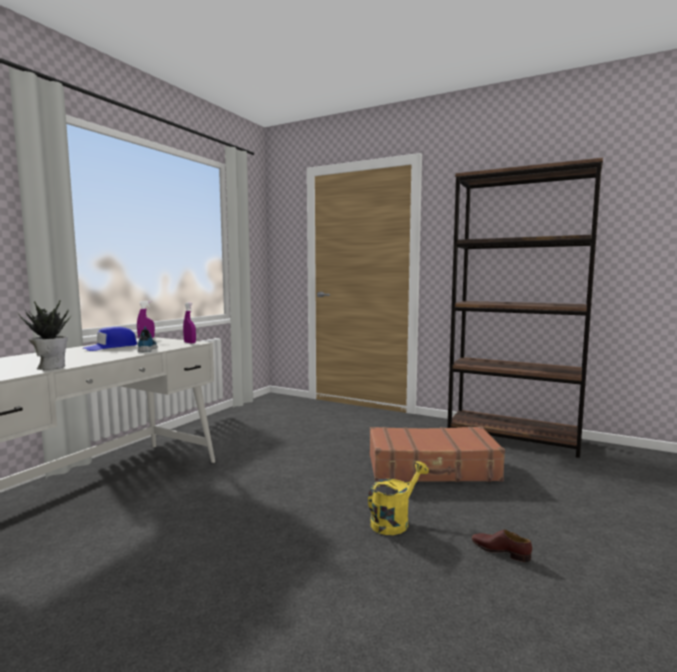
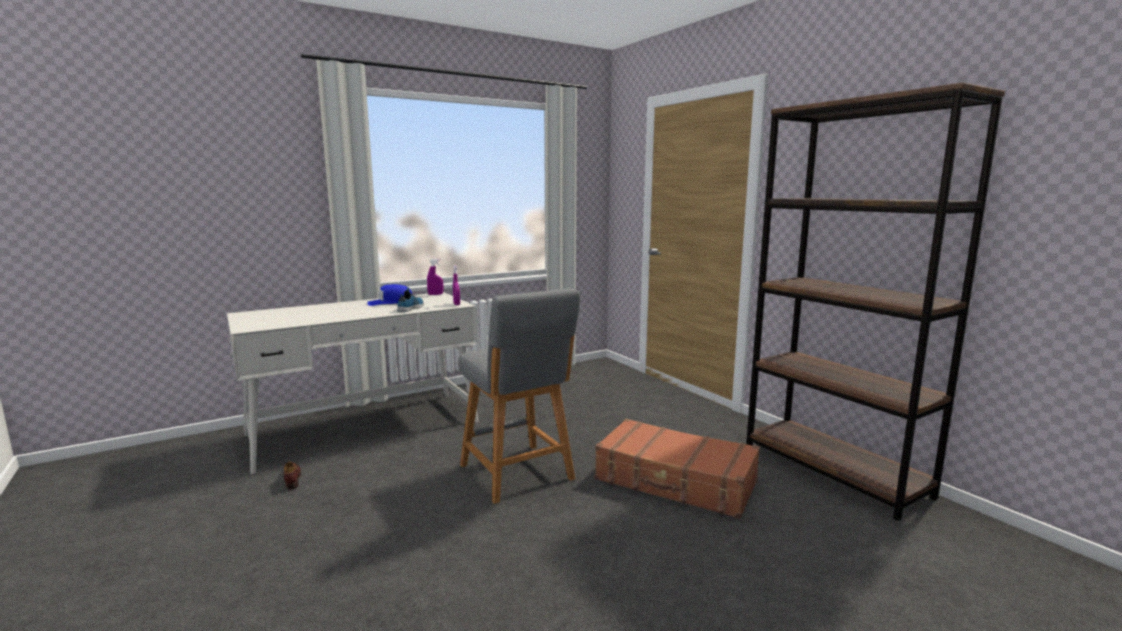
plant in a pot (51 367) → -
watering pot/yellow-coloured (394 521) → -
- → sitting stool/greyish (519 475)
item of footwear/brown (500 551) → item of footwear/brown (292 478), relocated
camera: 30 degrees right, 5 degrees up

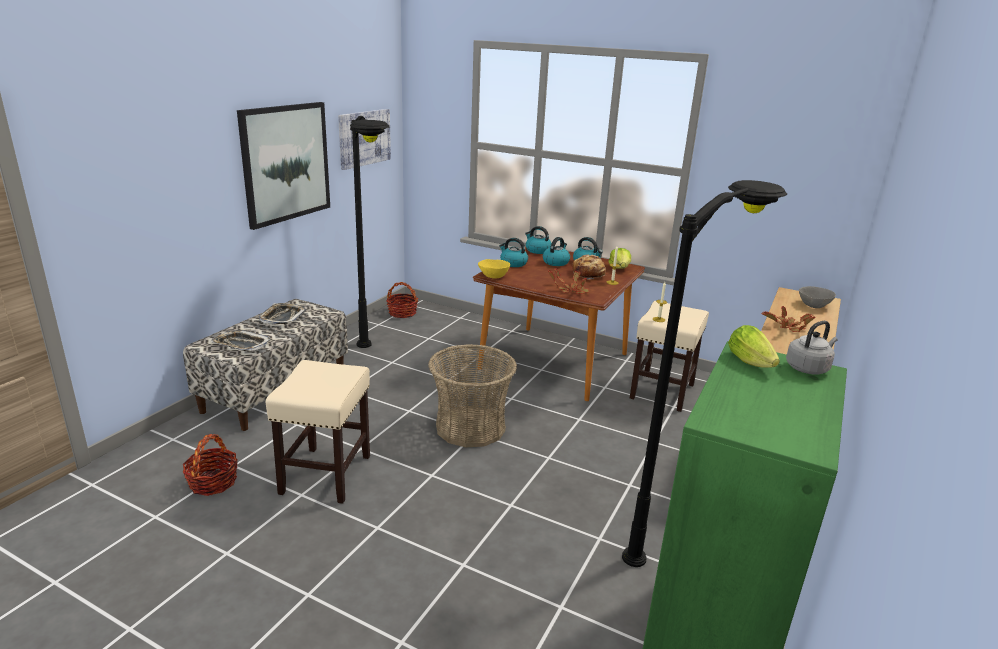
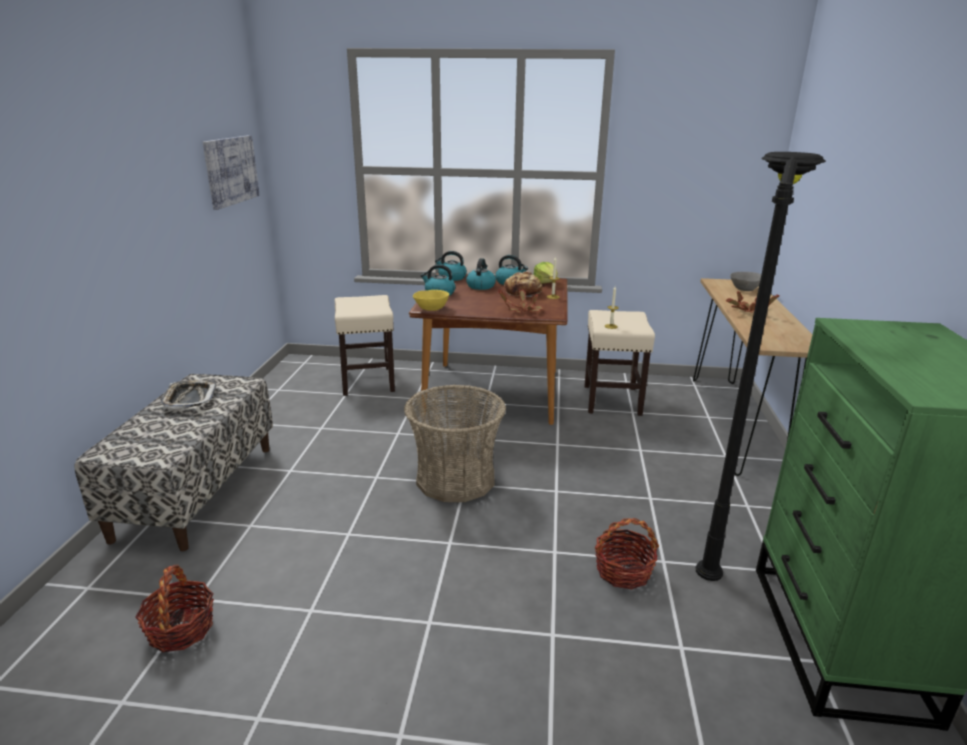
carrying tray (241 345) → -
wall picture (286 163) → -
standing lamp/black-coloured (373 366) → -
head of lettuce (752 363) → -
water kettle/greyish (808 368) → -
sitting stool/beige-coloured (326 473) → sitting stool/beige-coloured (367 380), relocated
storage basket (402 313) → storage basket (623 571), relocated
camera: 20 degrees left, 0 degrees up

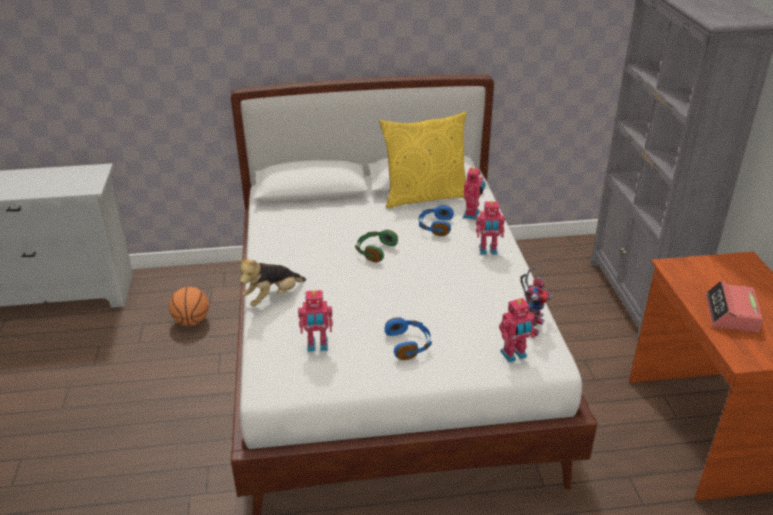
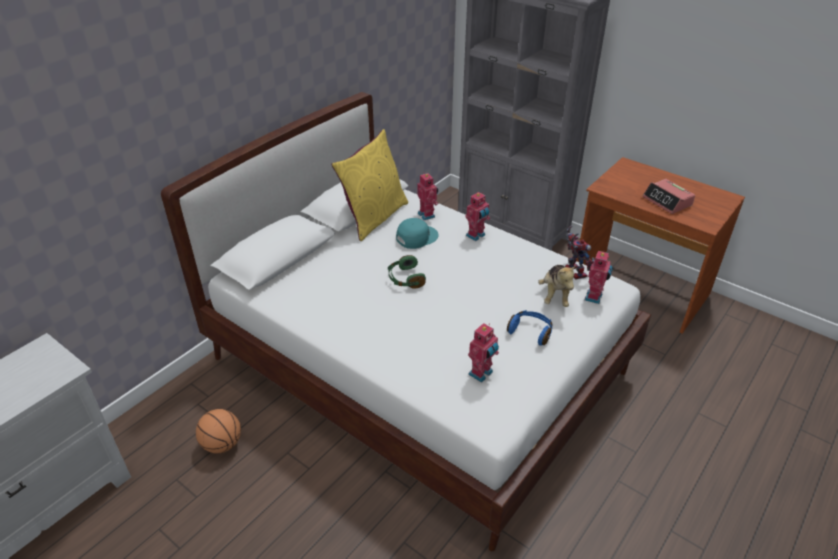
cuddly toy (273 297) → cuddly toy (555 295), relocated
pair of headphones/bluish (435 226) → peaked cap/turquoise (416 237)
camera: 45 degrees left, 5 degrees up

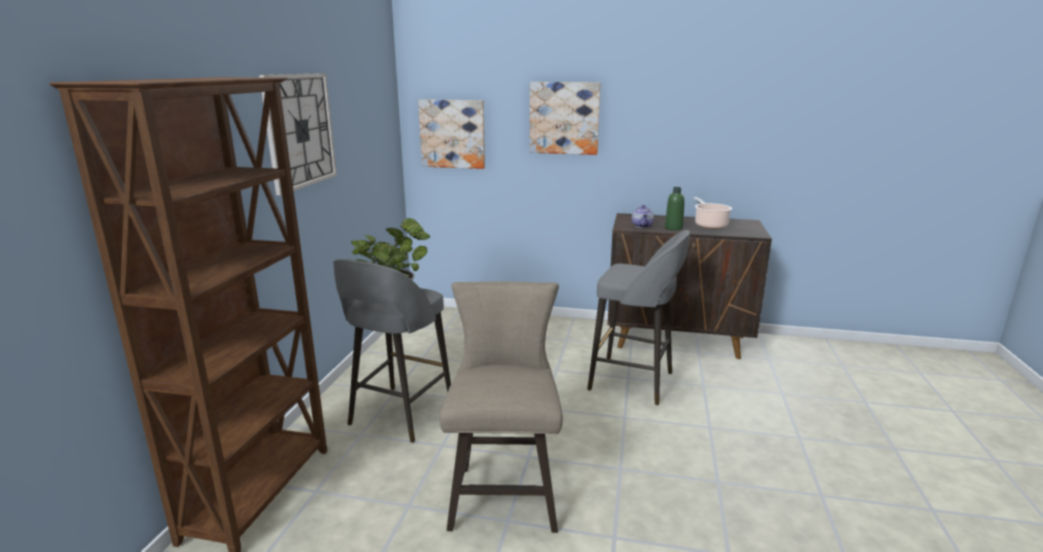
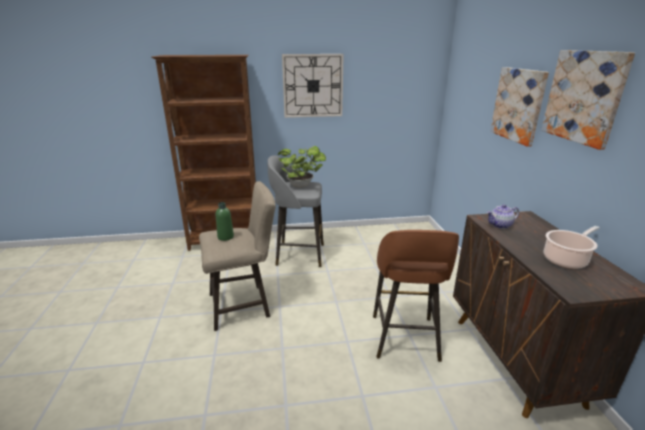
wall picture (452 134) → wall picture (584 97), relocated
bottle/greenish (673 228) → bottle/greenish (225 237), relocated
sitting stool/greyish (634 382) → sitting stool/brown (405 339)
camera: 70 degrees right, 5 degrees up

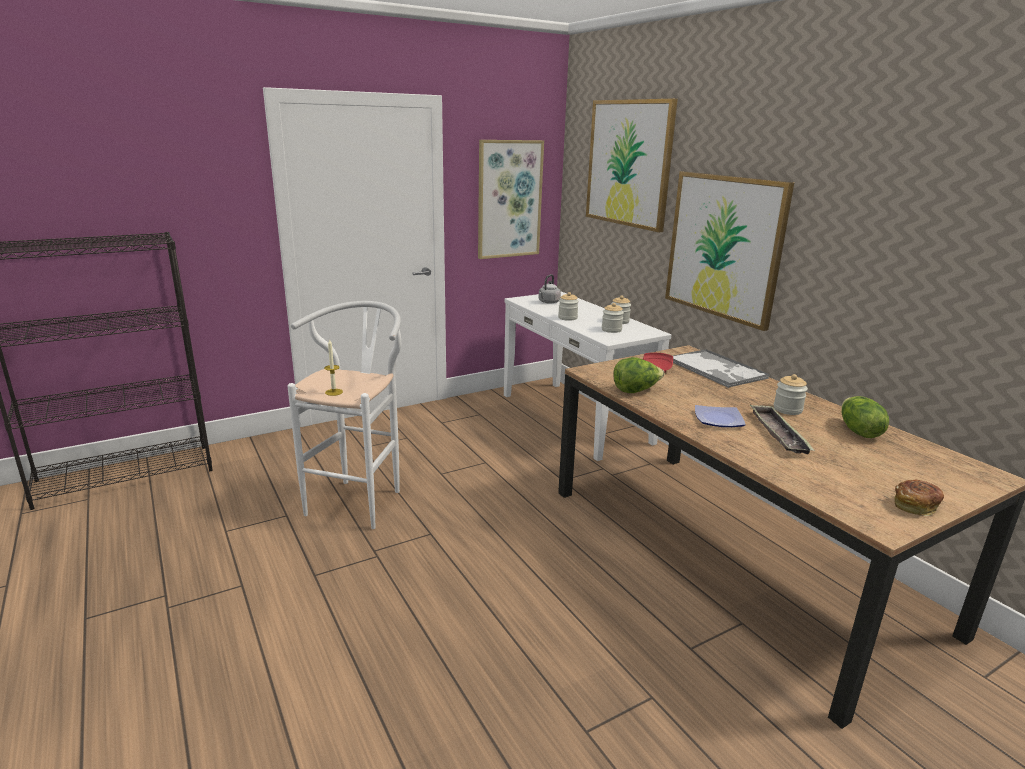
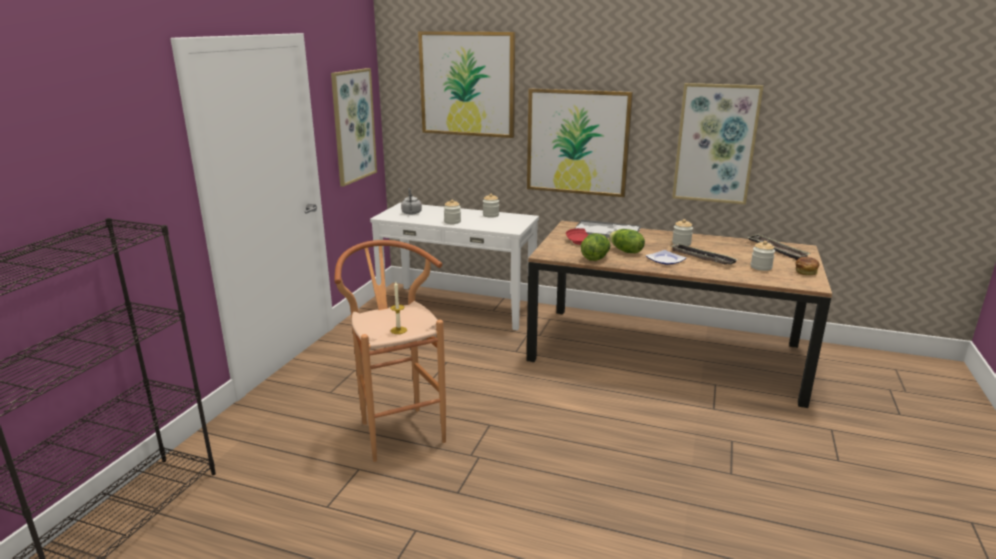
- → wall picture (715 144)
- → carrying tray (776 250)
storage jar (611 330) → storage jar (761 267), relocated
head of lettuce (858 431) → head of lettuce (625 251), relocated
sitting stool/white (360 499) → sitting stool/brown (398 428)
camera: 40 degrees left, 0 degrees up

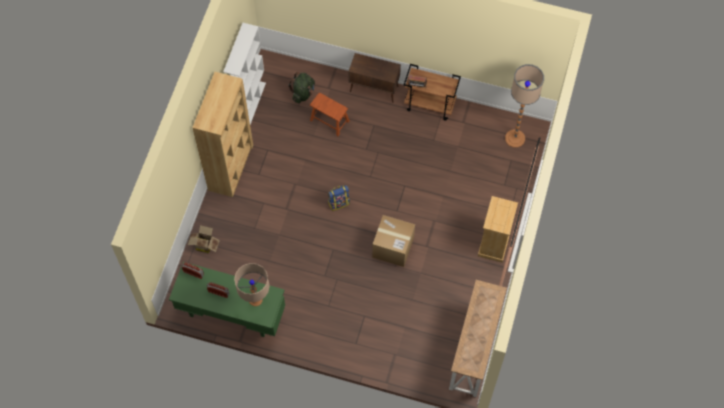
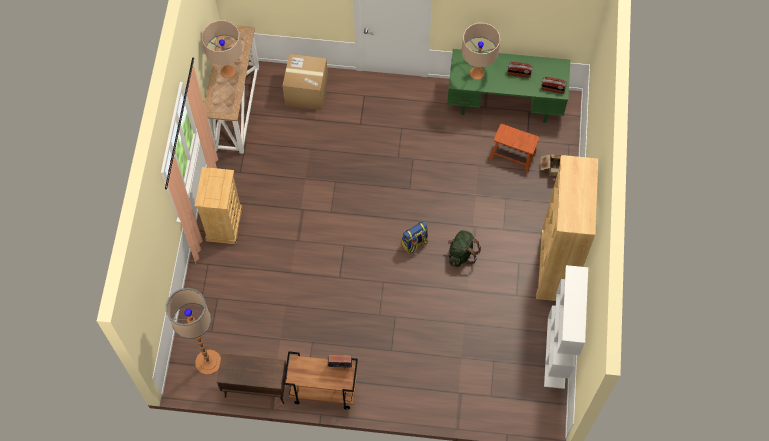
- → lamp for a table/beige-coloured (228 71)
backpack/greenish (303 93) → backpack/greenish (461 254), relocated
sitting stool/brown (329 120) → sitting stool/brown (513 155), relocated
storage cabinet/brown (374 89) → storage cabinet/brown (255 388), relocated
packing box (393 247) → packing box (306 91), relocated
camera: 170 degrees right, 0 degrees up

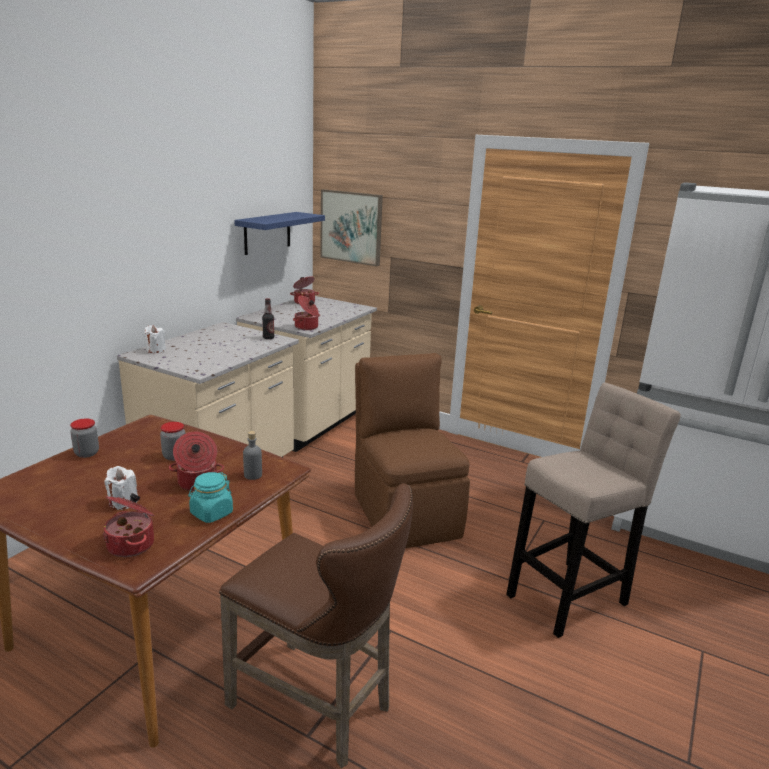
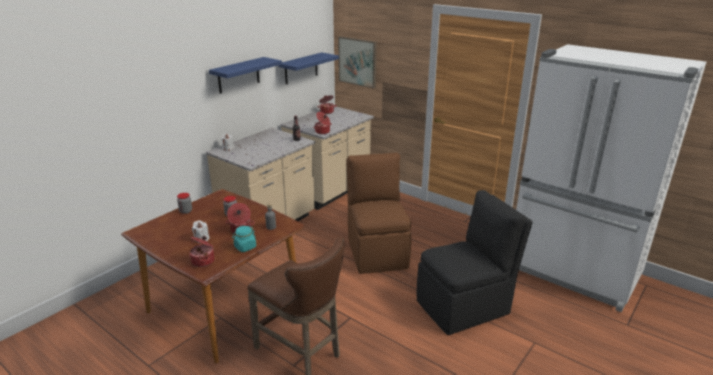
- → shelf/bluish (238 75)
sitting stool/beige-coloured (571 596) → upright chair/black-coloured (465 306)
camera: 10 degrees right, 5 degrees up

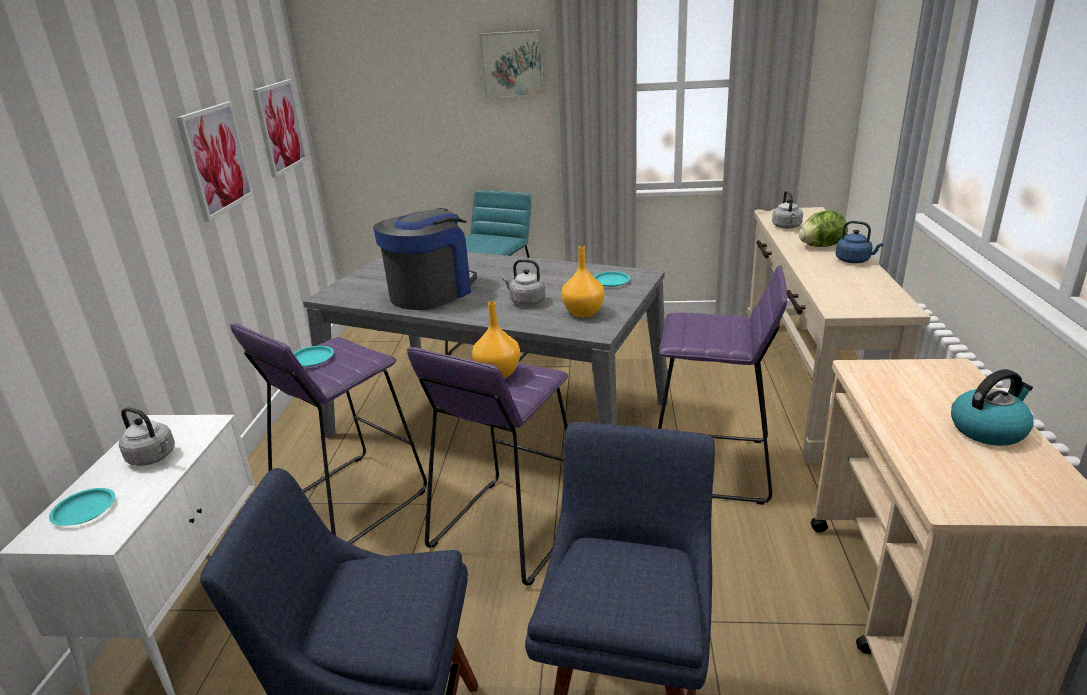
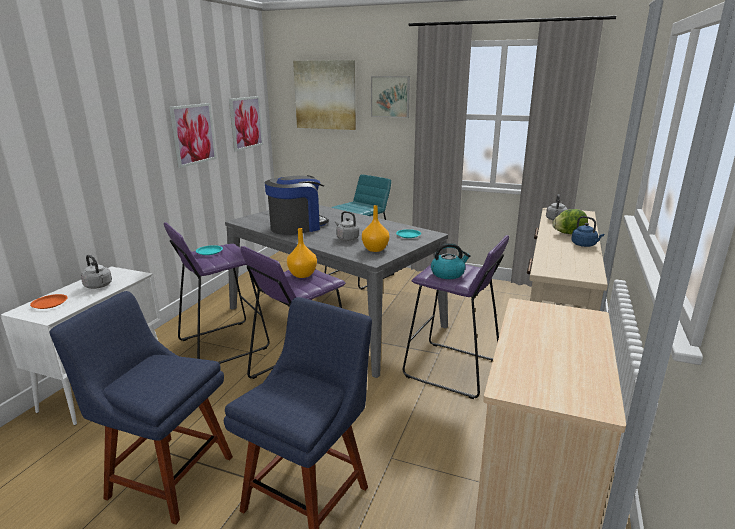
- → wall picture (325 95)
water kettle (988 429) → water kettle (448 274), relocated
plate/turquoise (84 511) → plate/orange-coloured (49 303)
camera: 15 degrees right, 5 degrees down

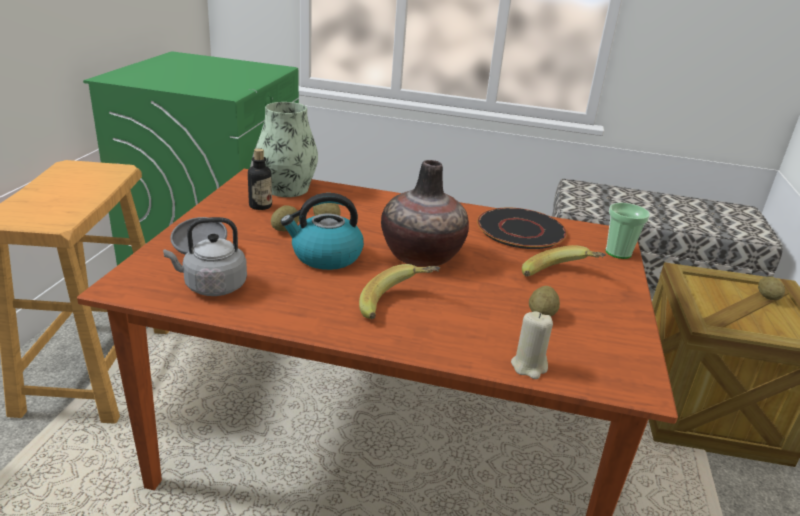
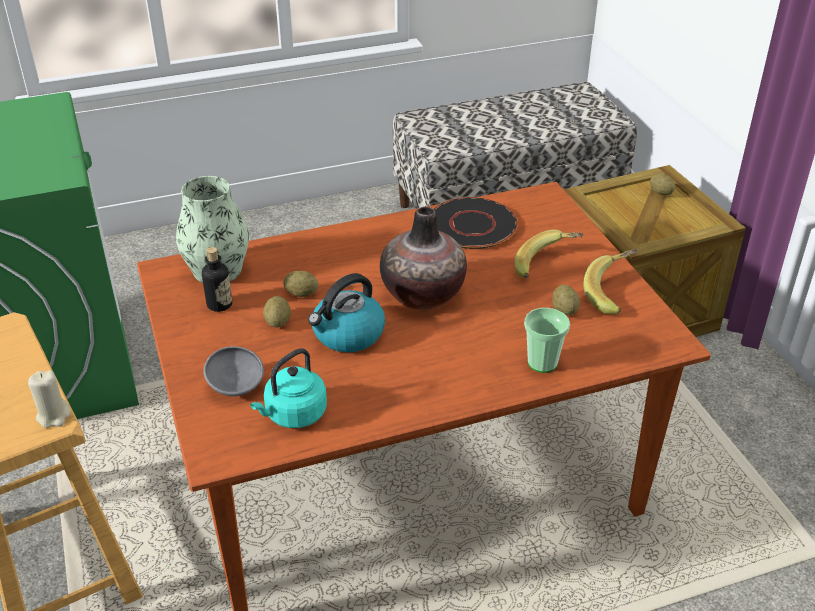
banana (398 306) → banana (614 294), relocated
wax candle/beige-coloured (529 366) → wax candle/beige-coloured (53 416), relocated
cup (618 252) → cup (542 363), relocated
water kettle/greyish (212 286) → water kettle/turquoise (293 415)
camera: 30 degrees left, 10 degrees up

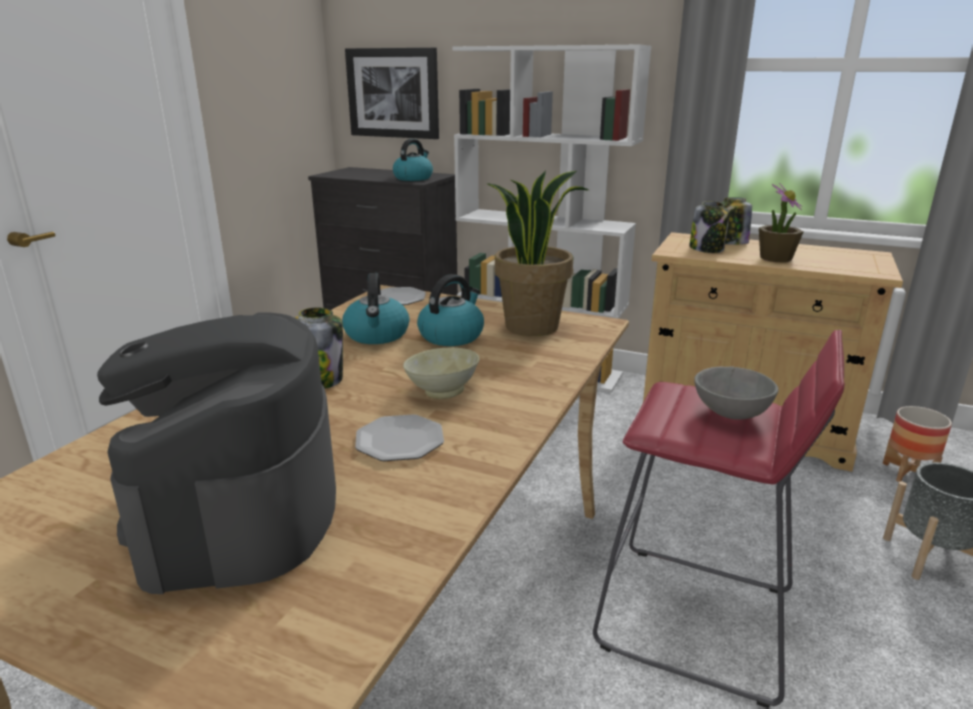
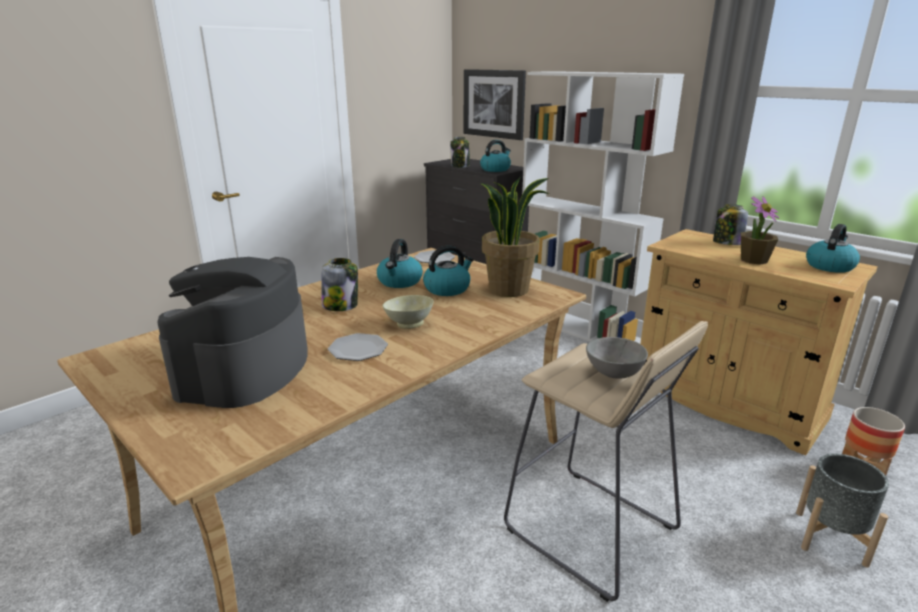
- → water kettle (829 266)
storage jar (707 249) → storage jar (460 166), relocated
sitting stool/red-coloured (697 620) → sitting stool/beige-coloured (590 530)
camera: 20 degrees right, 0 degrees up

